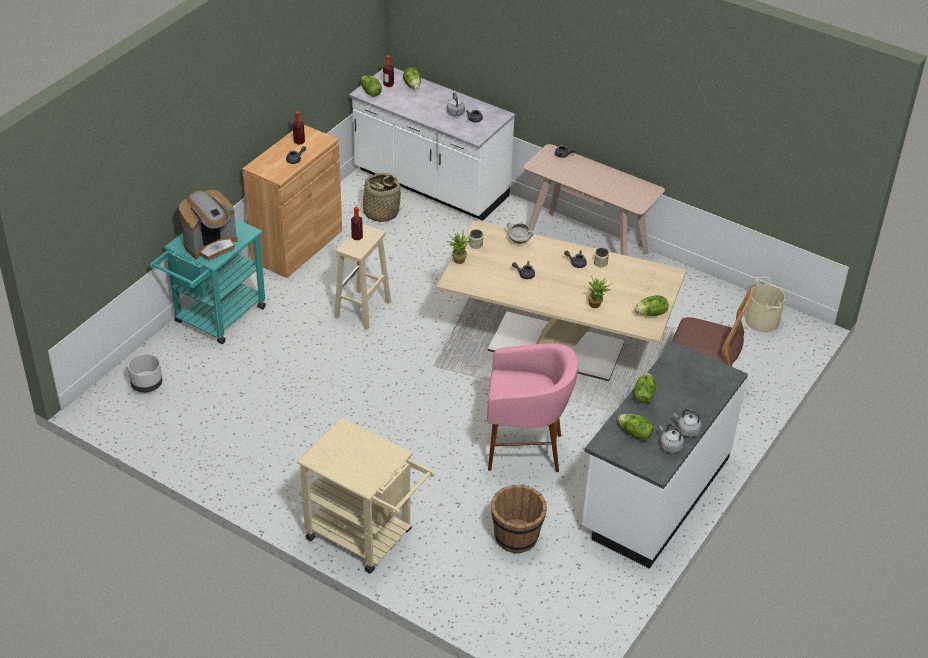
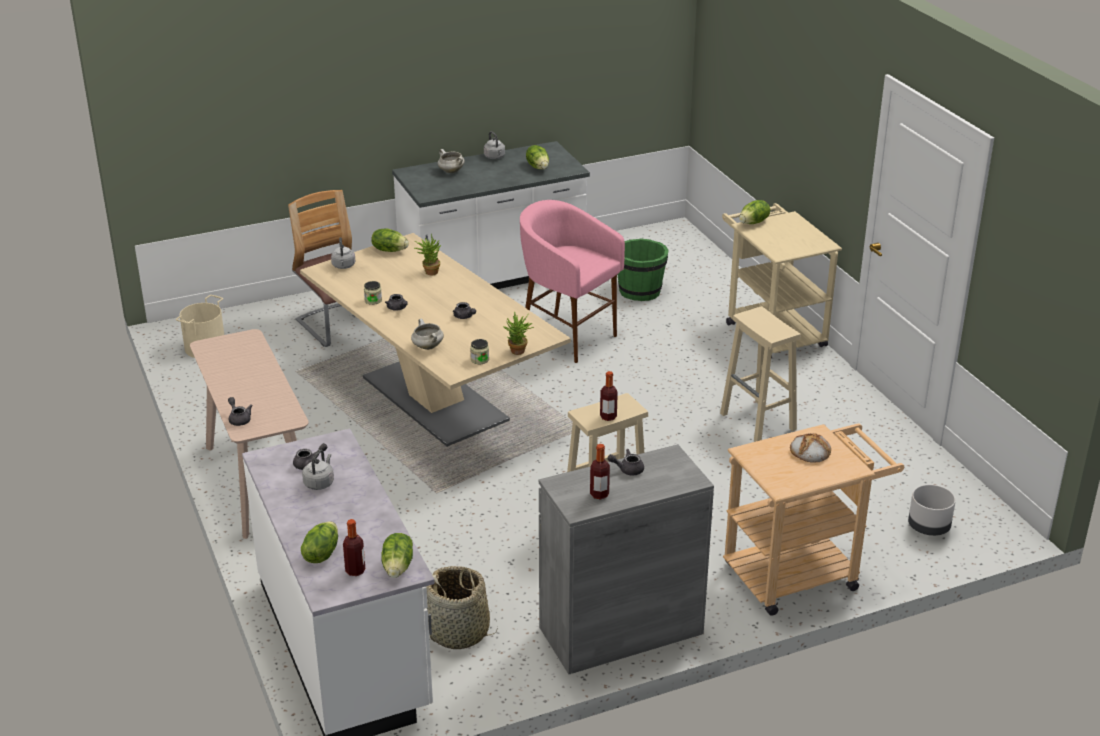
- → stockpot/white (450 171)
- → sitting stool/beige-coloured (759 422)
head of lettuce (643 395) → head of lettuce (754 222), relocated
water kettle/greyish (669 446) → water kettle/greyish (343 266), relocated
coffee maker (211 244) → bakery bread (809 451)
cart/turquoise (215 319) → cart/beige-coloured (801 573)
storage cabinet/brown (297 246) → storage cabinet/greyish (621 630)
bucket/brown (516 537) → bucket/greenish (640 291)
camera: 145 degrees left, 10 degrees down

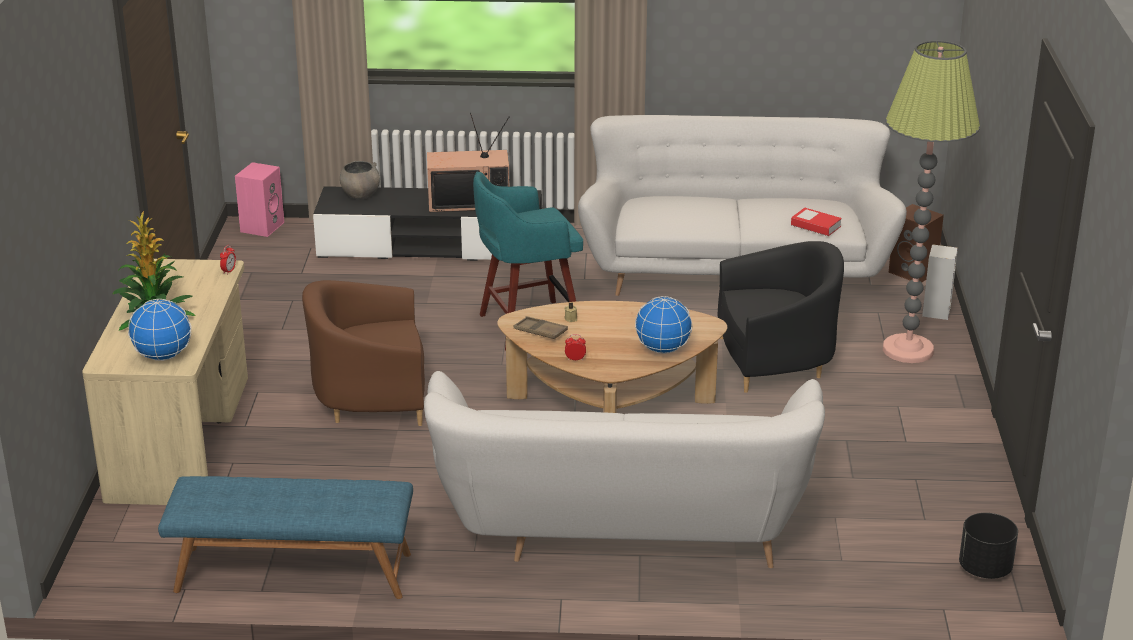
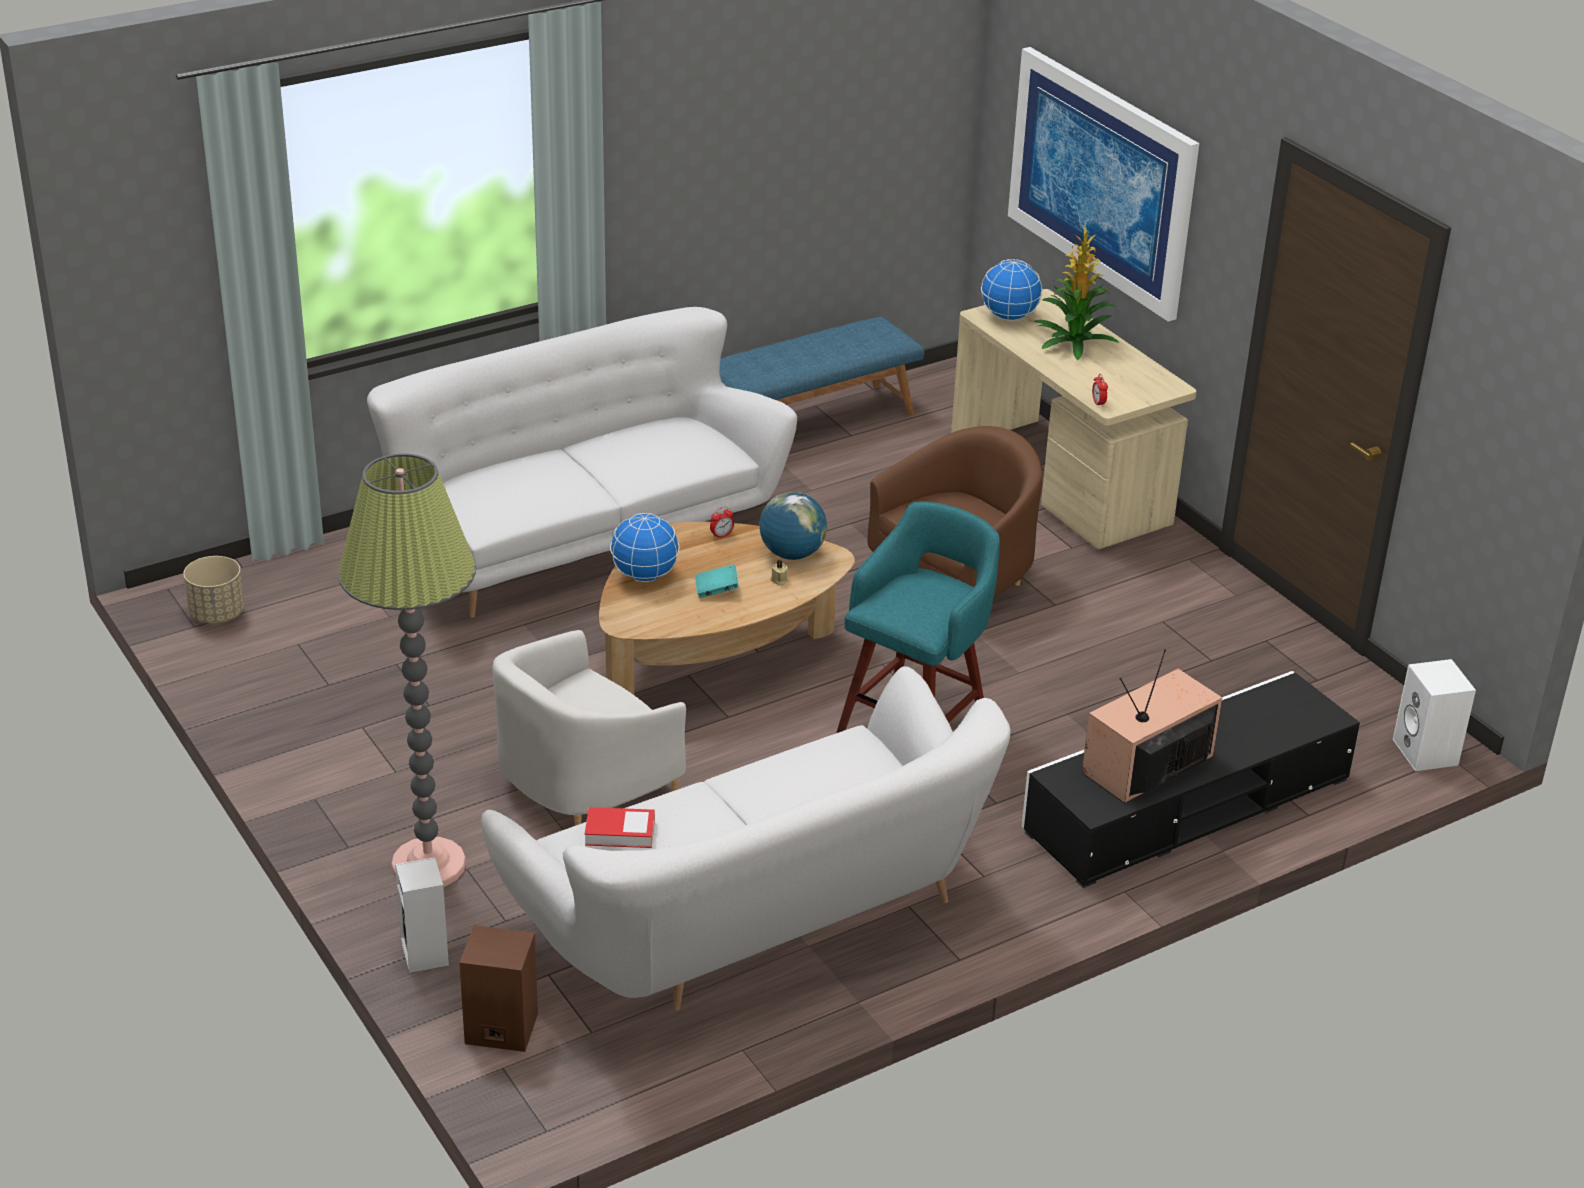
bowl/greyish (360 195) → -
- → volume/turquoise (716 590)
- → wall picture (1102 180)
carrying tray/brown (540 331) → globe (792 554)
speaker/pink-coloured (262 226) → speaker/white (1427 753)
lounge chair/black-coloured (775 361) → lounge chair/white (583 784)
plant pot/black-coloured (984 568) → plant pot/beige-coloured (217 614)
camera: 145 degrees right, 5 degrees up

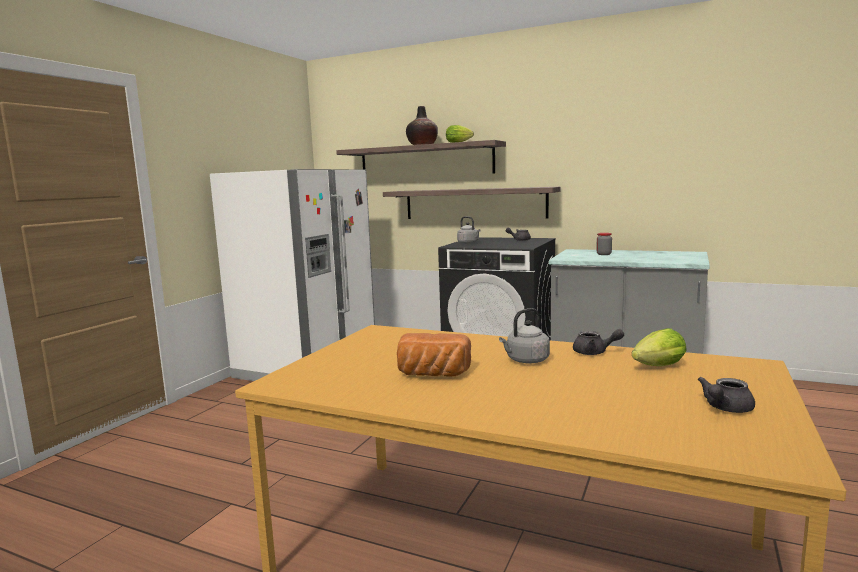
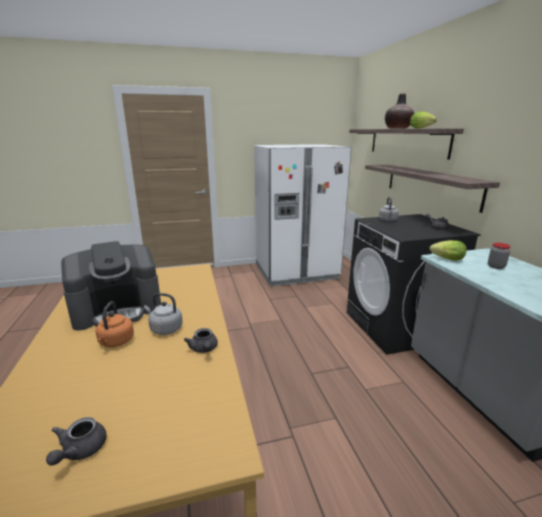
- → water kettle/orange-coloured (115 342)
head of lettuce (656 367) → head of lettuce (445 259), relocated
bakery bread (432 375) → coffee maker (118 309)
pot for tea/greyish (725 408) → pot for tea/greyish (80 451), 90 degrees counterclockwise
camera: 50 degrees right, 10 degrees up

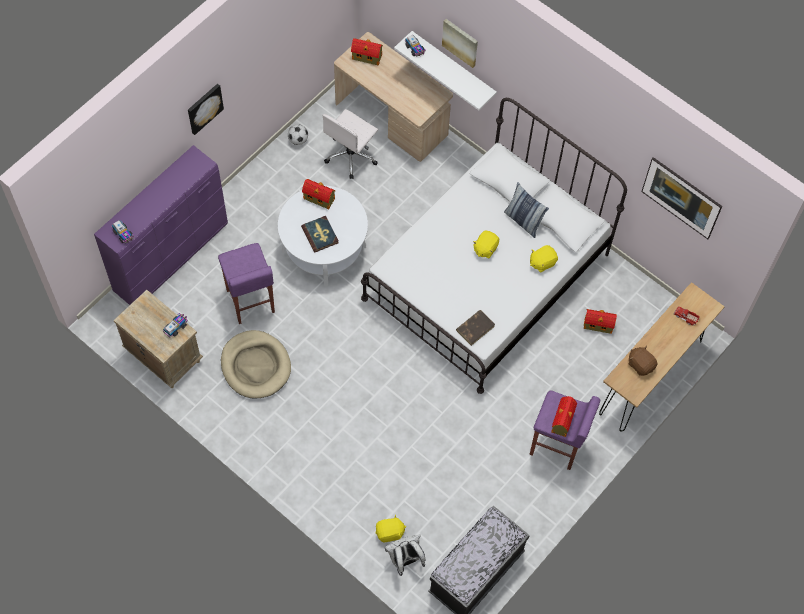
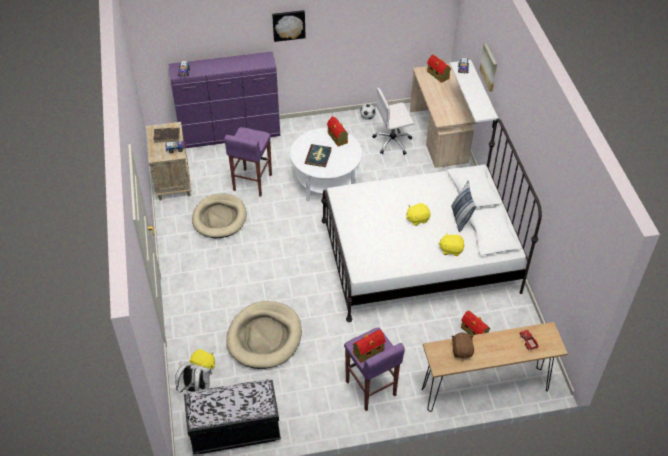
wall picture (678 206) → -
- → dog cushion/beige-coloured (264 337)
volume/brown (475 328) → volume/brown (167 136), relocated
camera: 40 degrees right, 15 degrees down

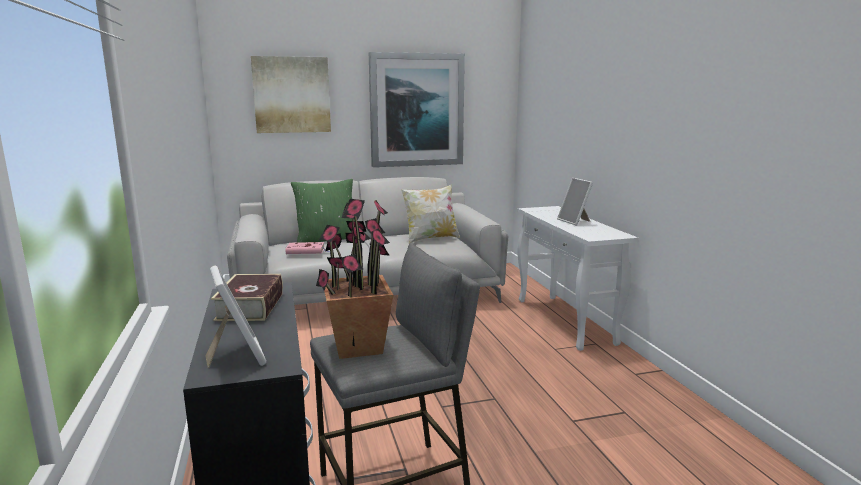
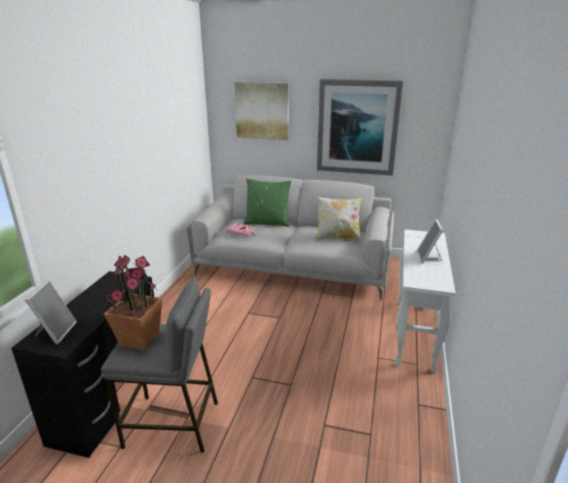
volume (250 306) → -
camera: 30 degrees right, 10 degrees up

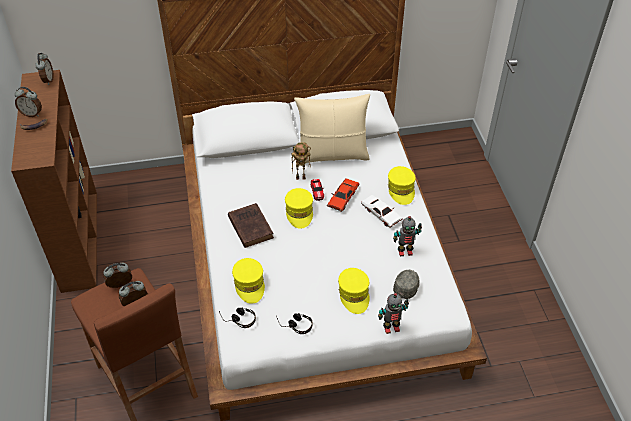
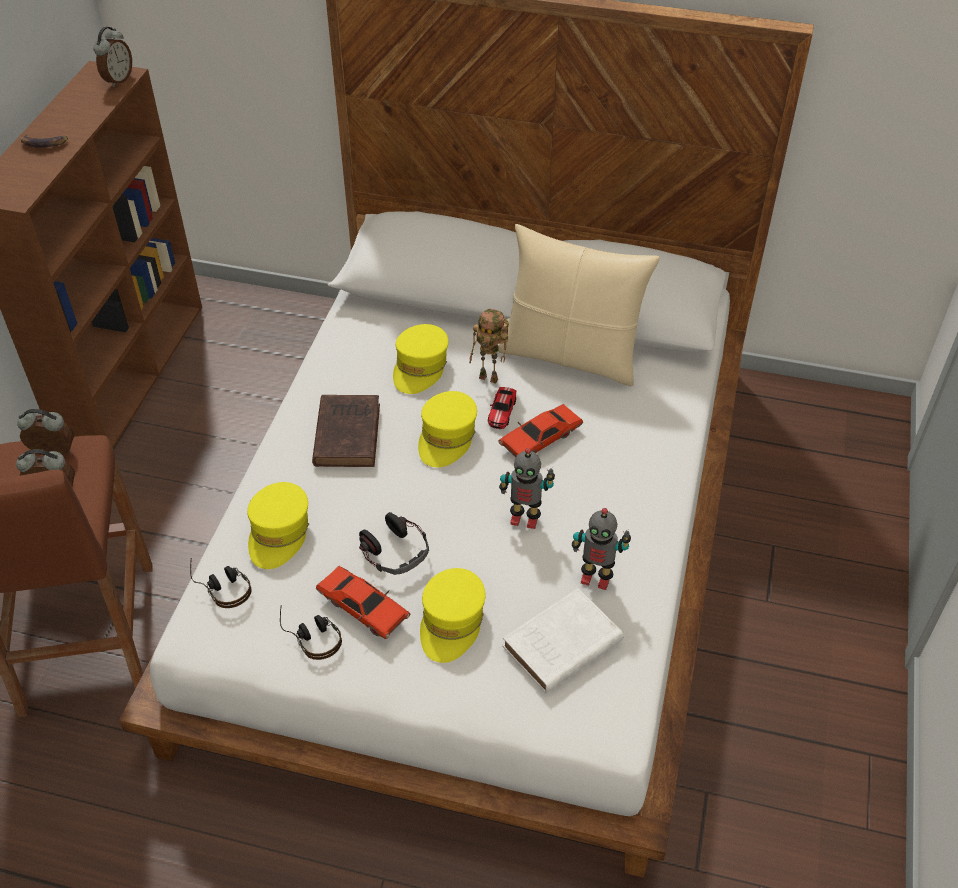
bedside clock (32 114) → -
model car/white (381 214) → -
- → model car/red-coloured (363 608)
- → pair of headphones (395 551)
toy robot (391 327) → toy robot (524 518), relocated
peaked cap/yellow-coloured (401 189) → peaked cap/yellow-coloured (420 367), relocated
peaked cap/greyish (407 286) → volume/white (559 646)
camera: 25 degrees right, 0 degrees up

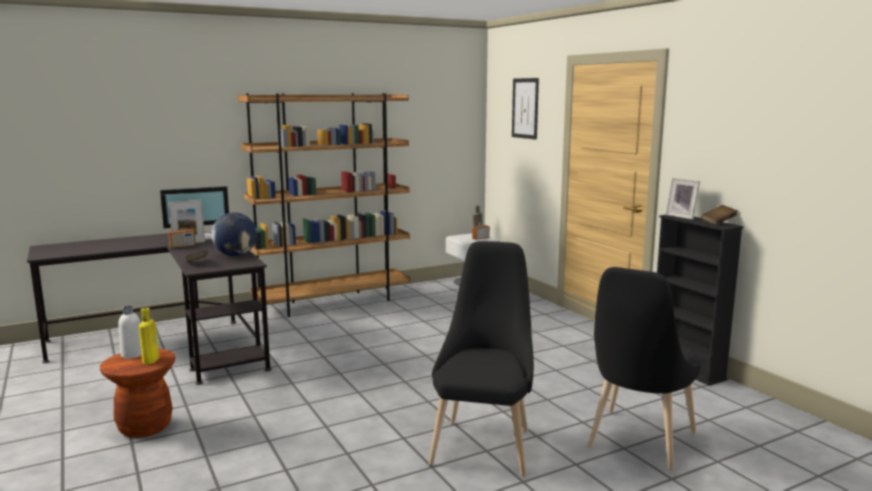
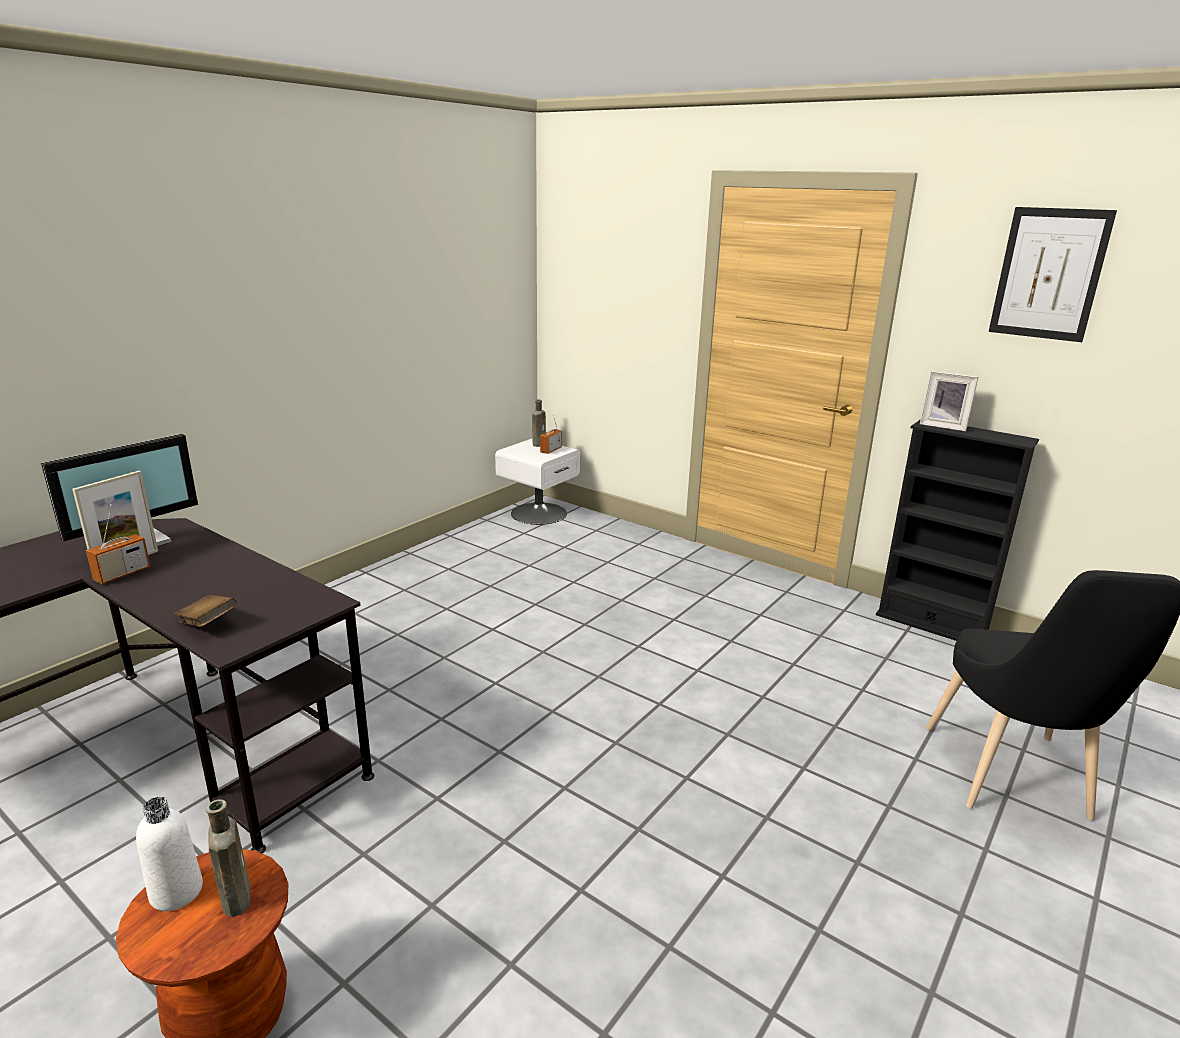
globe (235 255) → -
bookcase/brown (333 302) → -
upright chair/black-coloured (484 443) → -
volume/brown (718 222) → -
wall picture (525 108) → wall picture (1049 274), relocated
bottle/yellow-coloured (151 360) → bottle/brown (236 896)
camera: 25 degrees left, 10 degrees up

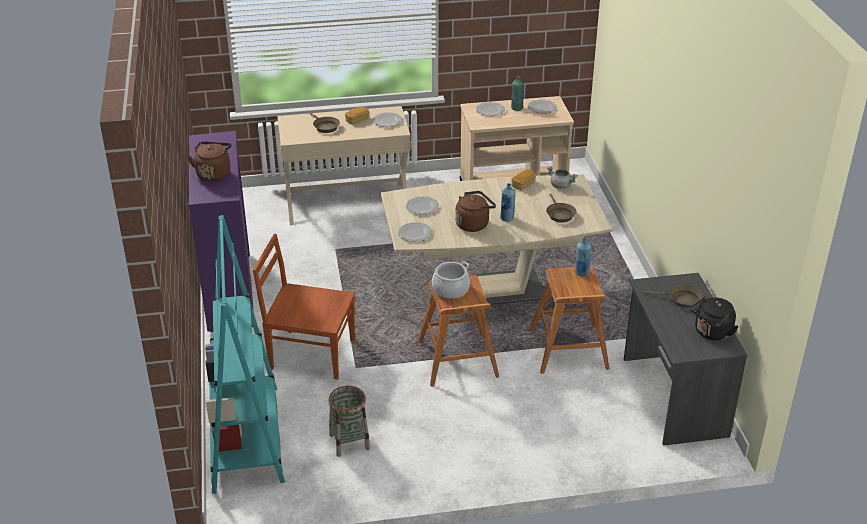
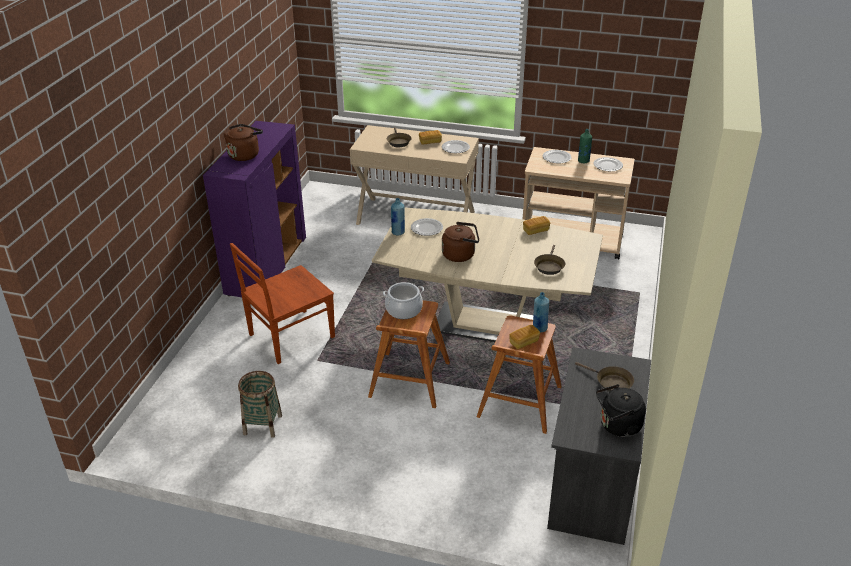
bookcase/turquoise (246 438) → -
plate (415 233) → -
stockpot/greyish (561 186) → -
- → bakery bread (524 342)
bottle/bluish (507 218) → bottle/bluish (398 232), relocated
upright chair/brown (310 354) → upright chair/brown (289 337), 75 degrees counterclockwise
camera: 25 degrees right, 0 degrees up

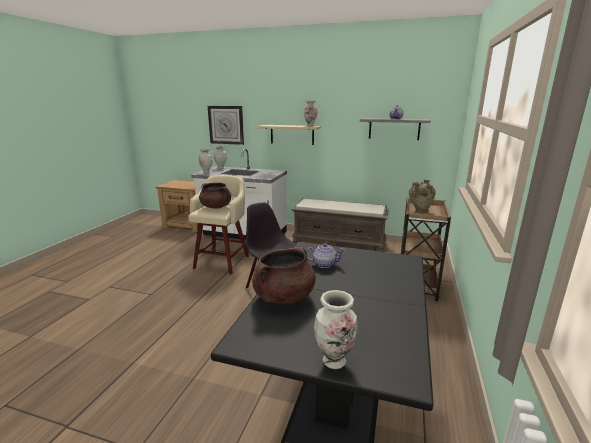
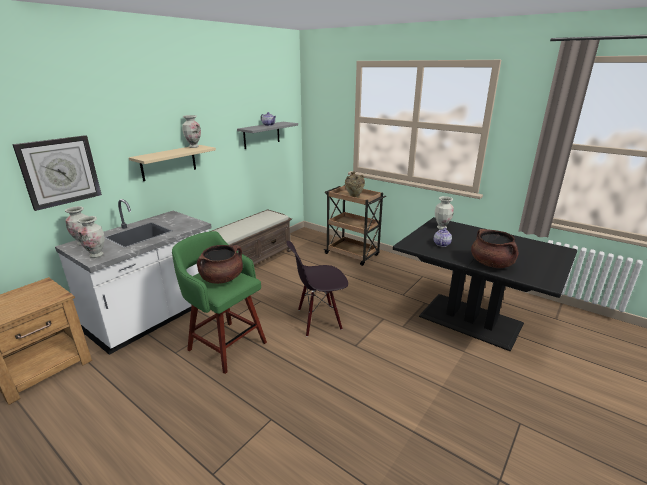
vase (334 361) → vase (441 228), relocated
sitting stool/beige-coloured (223 261) → sitting stool/greenish (226 345)
camera: 70 degrees left, 5 degrees up

